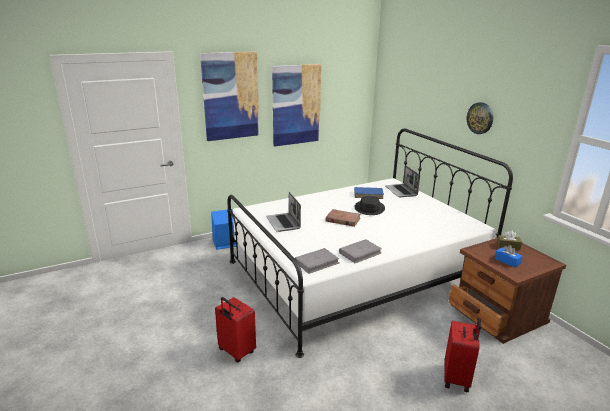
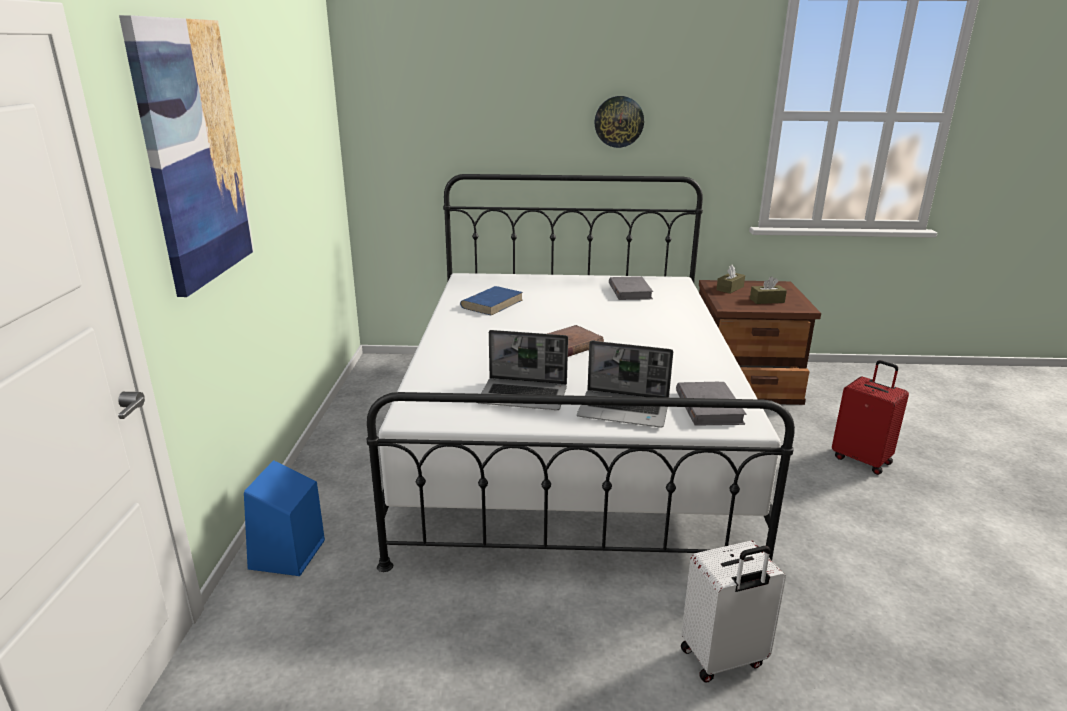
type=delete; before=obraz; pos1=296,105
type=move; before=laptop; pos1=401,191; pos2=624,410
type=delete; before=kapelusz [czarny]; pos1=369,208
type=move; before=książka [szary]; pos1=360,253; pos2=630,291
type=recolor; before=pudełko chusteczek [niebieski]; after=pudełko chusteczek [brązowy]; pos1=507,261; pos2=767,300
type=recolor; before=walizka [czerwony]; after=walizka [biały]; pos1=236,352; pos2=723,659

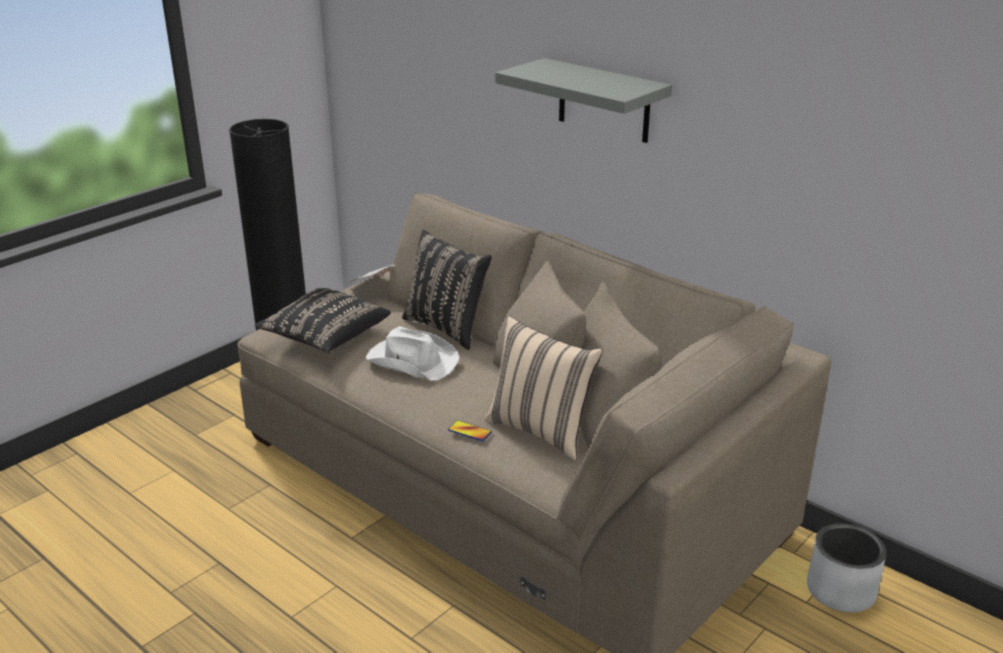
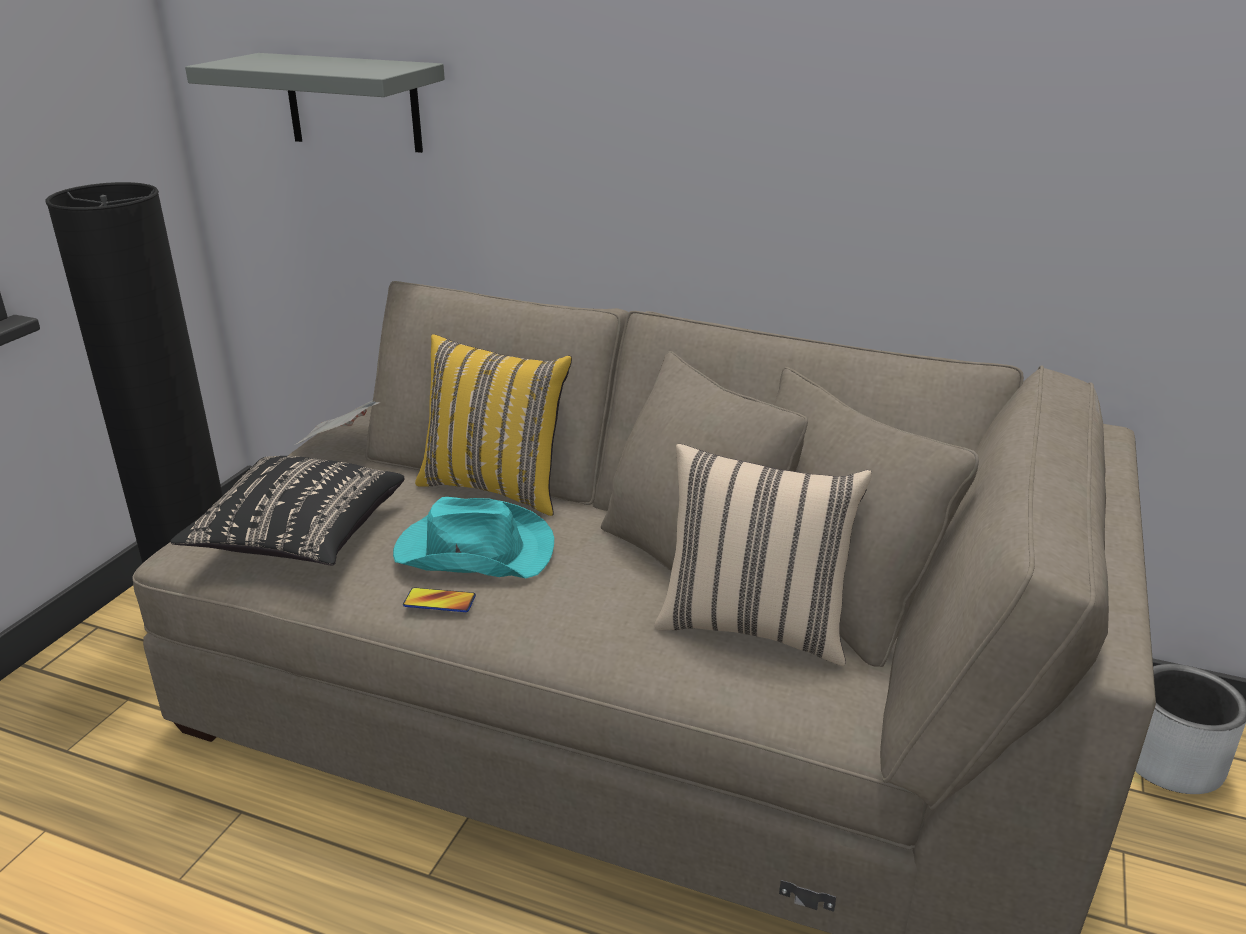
type=move; before=półka [szary]; pos1=604,101; pos2=353,102
type=recolor; before=poduszka [czarny]; after=poduszka [żółty]; pos1=447,327; pos2=496,487
type=recolor; before=kapelusz [biały]; after=kapelusz [turkusowy]; pos1=411,360; pos2=473,550
type=move; before=telefon; pos1=469,431; pos2=439,601

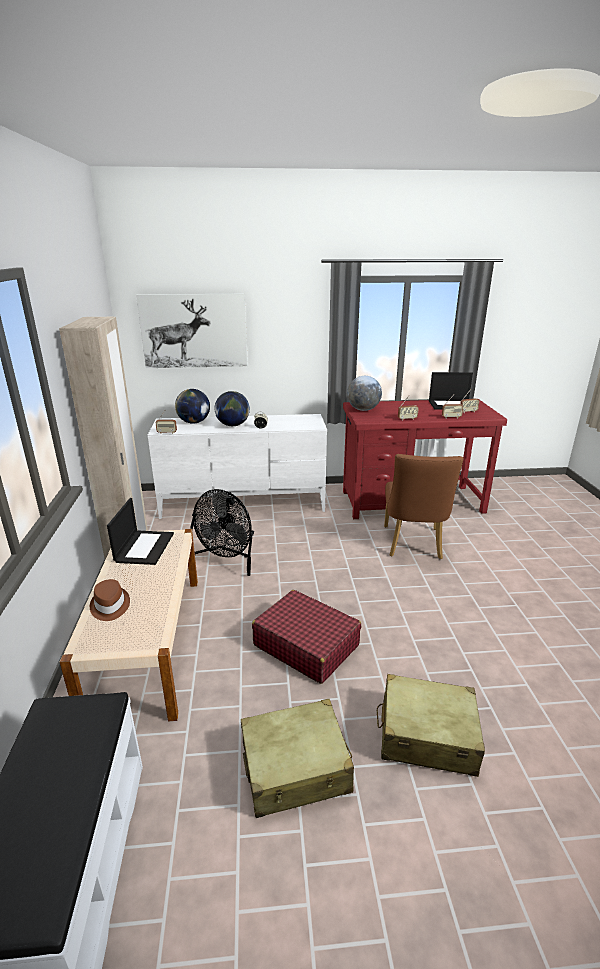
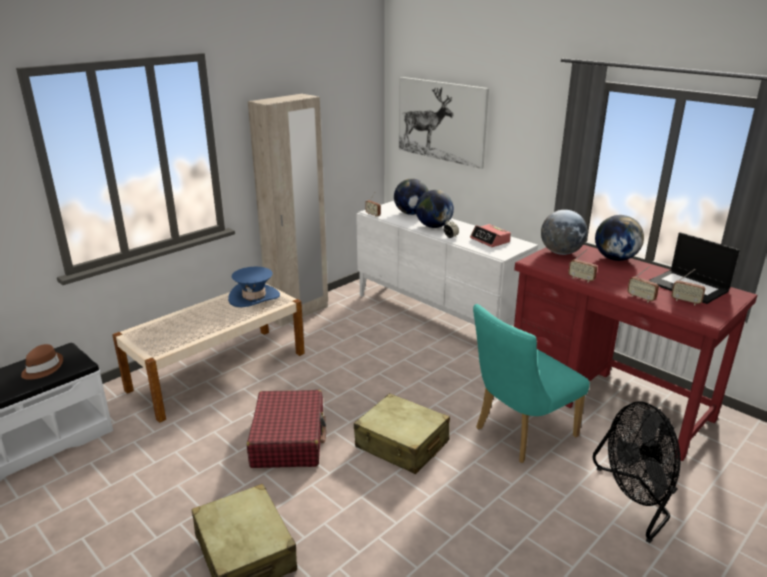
type=recolor; before=krzesło [brązowy]; after=krzesło [turkusowy]; pos1=413,545; pos2=519,434
type=move; before=wentylator [czarny]; pos1=226,557; pos2=638,497
type=replace; before=laptop; after=kapelusz [niebieski]; pos1=144,547; pos2=254,297
type=move; before=kapelusz [brązowy]; pos1=109,606; pos2=42,368
type=move; before=walizka [beżowy]; pos1=296,768; pos2=402,444
type=insert; after=globus; pos2=615,259
type=insert; after=budzik; pos2=490,240

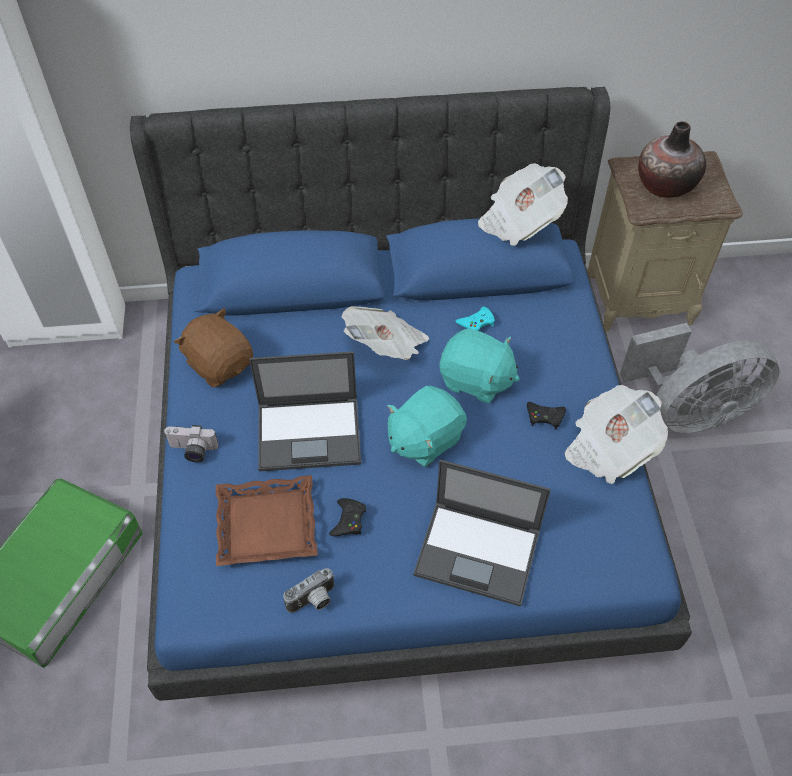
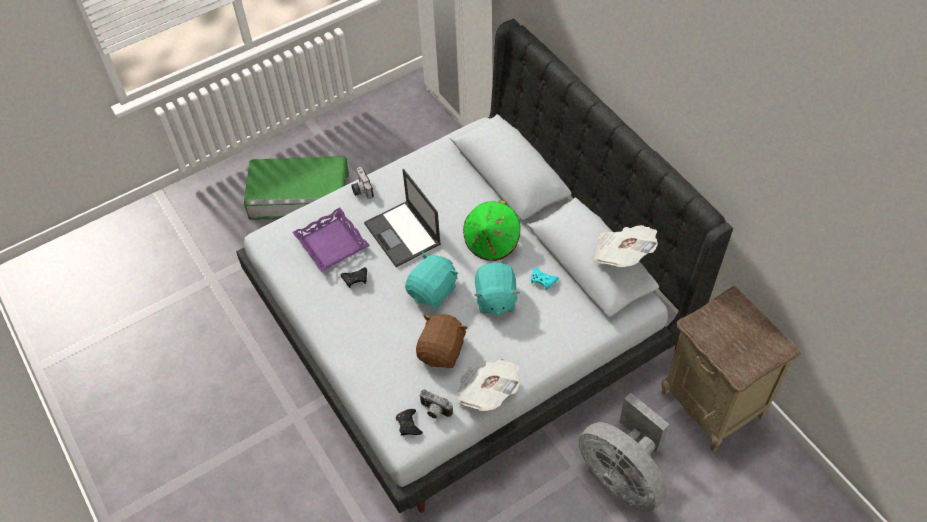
type=recolor; before=łóżko [niebieski]; after=łóżko [szary]; pos1=396,462; pos2=466,314
type=delete; before=wazon; pos1=665,185
type=replace; before=gazeta; after=kapelusz [zielony]; pos1=386,346; pos2=492,242
type=move; before=pluszak [brązowy]; pos1=220,364; pos2=442,351
type=rotate; before=pluszak [turkusowy]; pos1=424,439; pos2=433,291; turn=105
type=move; before=pad do gier [czarny]; pos1=545,417; pos2=408,425
type=delete; before=laptop; pos1=479,552
type=recolor; before=taca [brązowy]; after=taca [fioletowy]; pos1=266,526; pos2=331,243
type=move; before=aparat fotograficzny; pos1=314,601; pos2=434,411

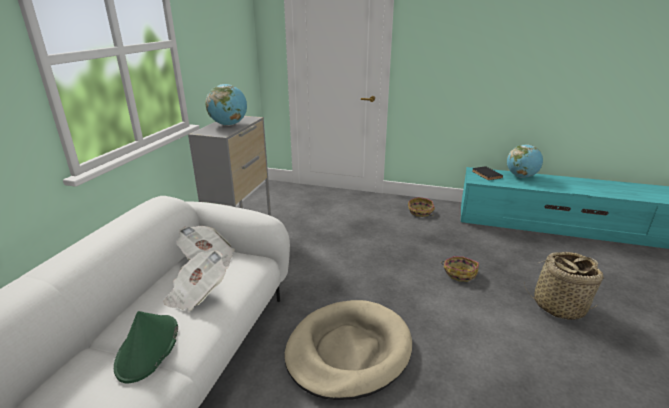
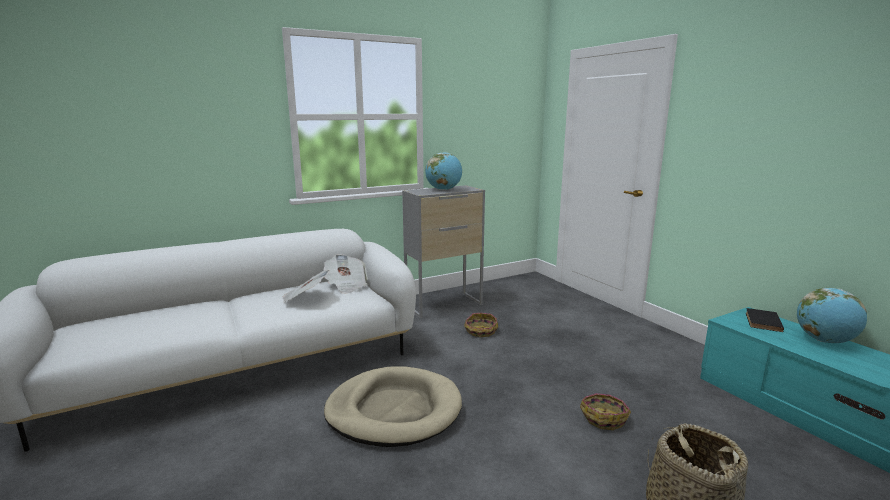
type=move; before=koszyk; pos1=420,212; pos2=480,331
type=delete; before=kapelusz [zielony]; pos1=148,348

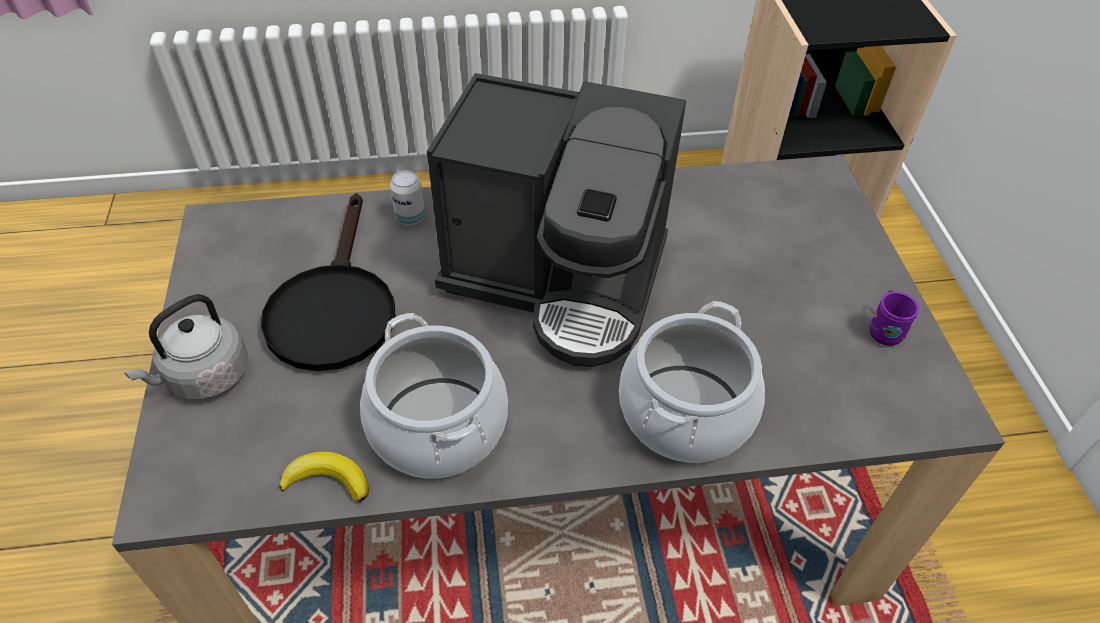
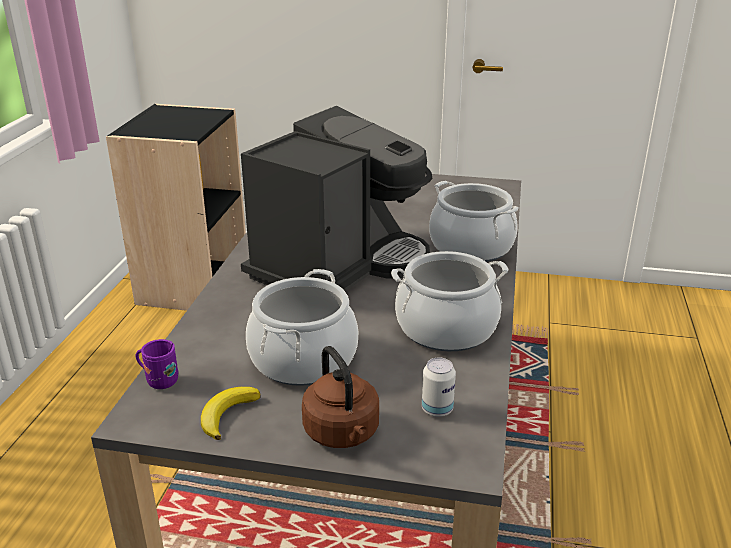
type=move; before=puszka; pos1=410,218; pos2=437,409
type=replace; before=patelnia [czarny]; after=garnek; pos1=334,307; pos2=304,359
type=move; before=kubek [fioletowy]; pos1=884,330; pos2=159,381
type=recolor; before=czajnik [szary]; after=czajnik [brązowy]; pos1=204,377; pos2=343,434
type=move; before=banan; pos1=328,480; pos2=227,414

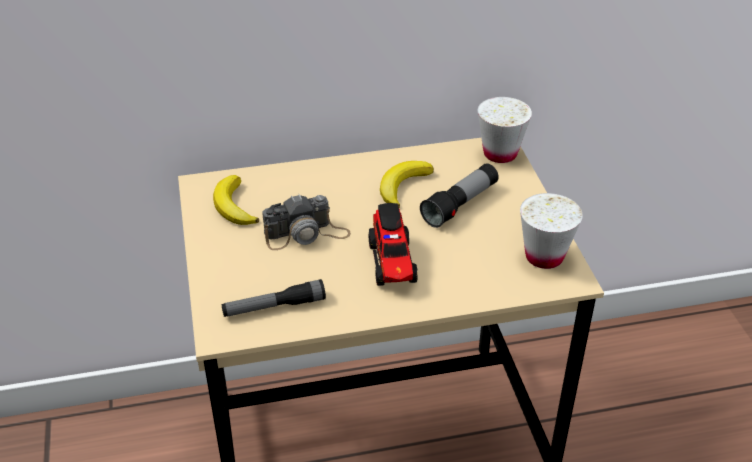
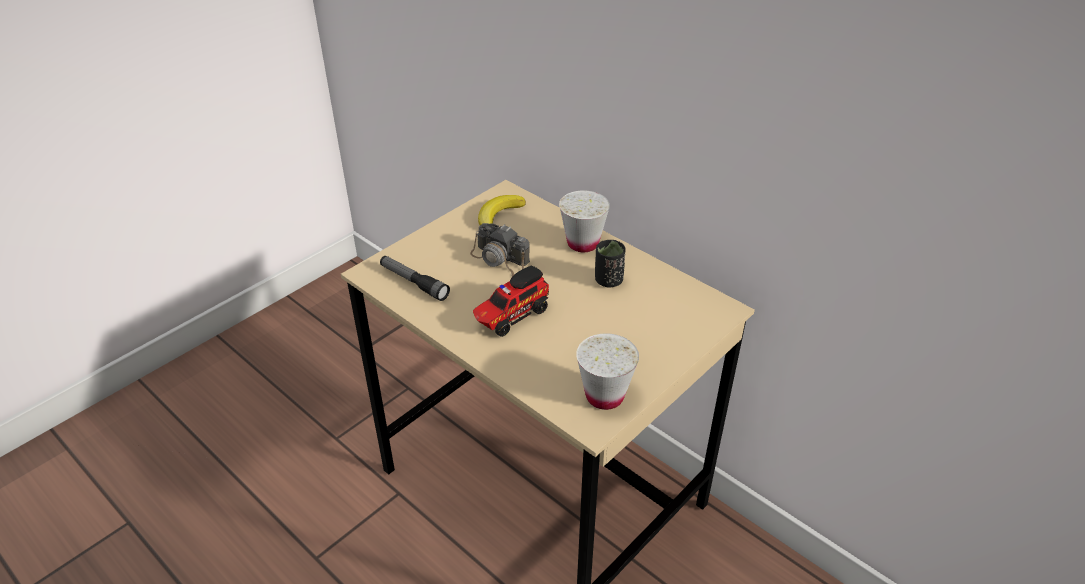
type=move; before=filiżanka [biały]; pos1=500,154; pos2=583,243
type=replace; before=banan; after=filiżanka [czarny]; pos1=403,186; pos2=608,280
type=delete; before=latarka; pos1=460,205

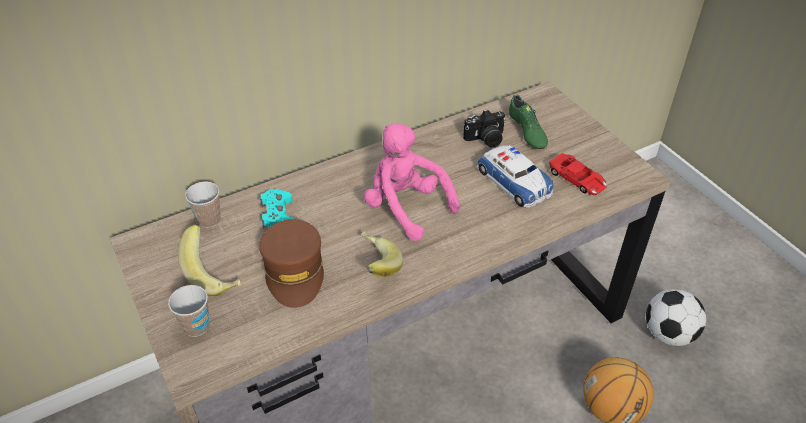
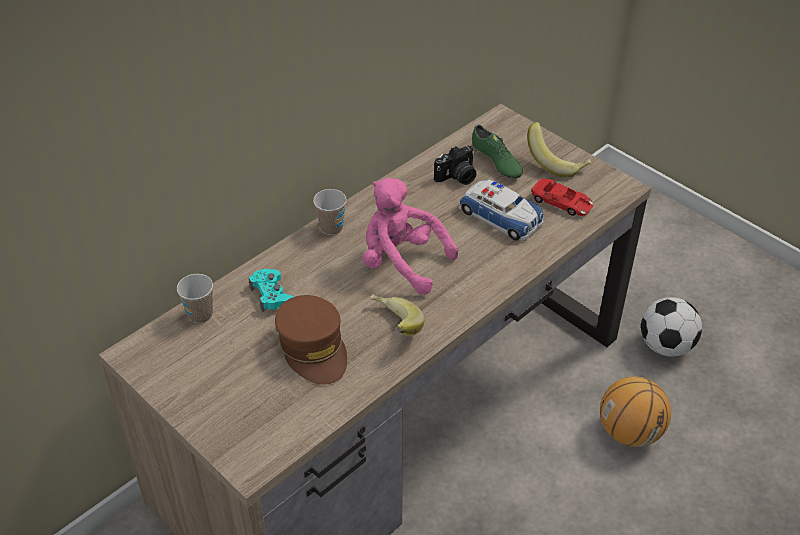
type=move; before=banan; pos1=214,274; pos2=557,163
type=move; before=filiżanka; pos1=196,326; pos2=331,228

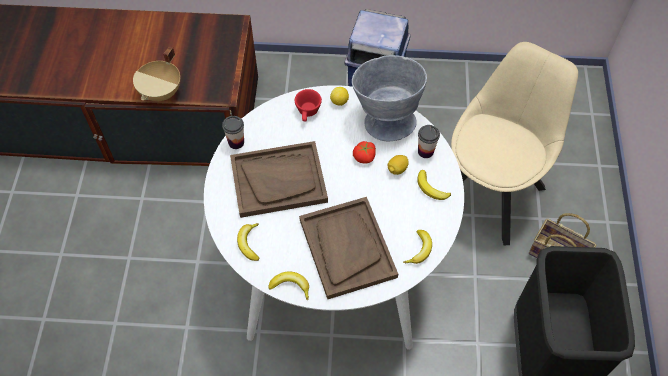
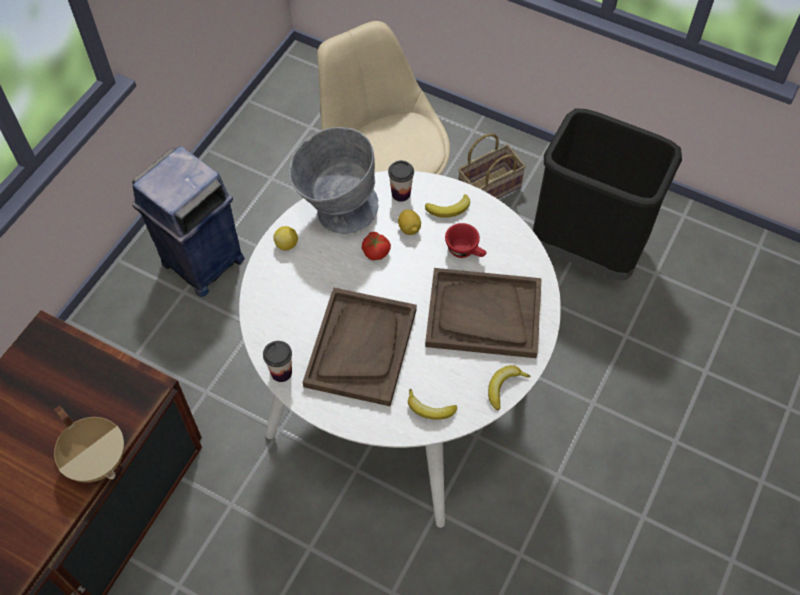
type=move; before=filiżanka [czerwony]; pos1=308,113; pos2=465,251
type=delete; before=banan; pos1=419,250

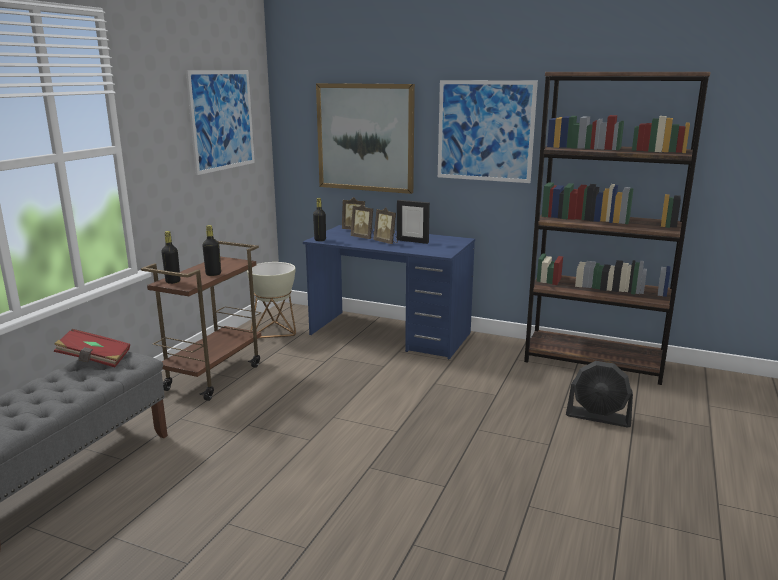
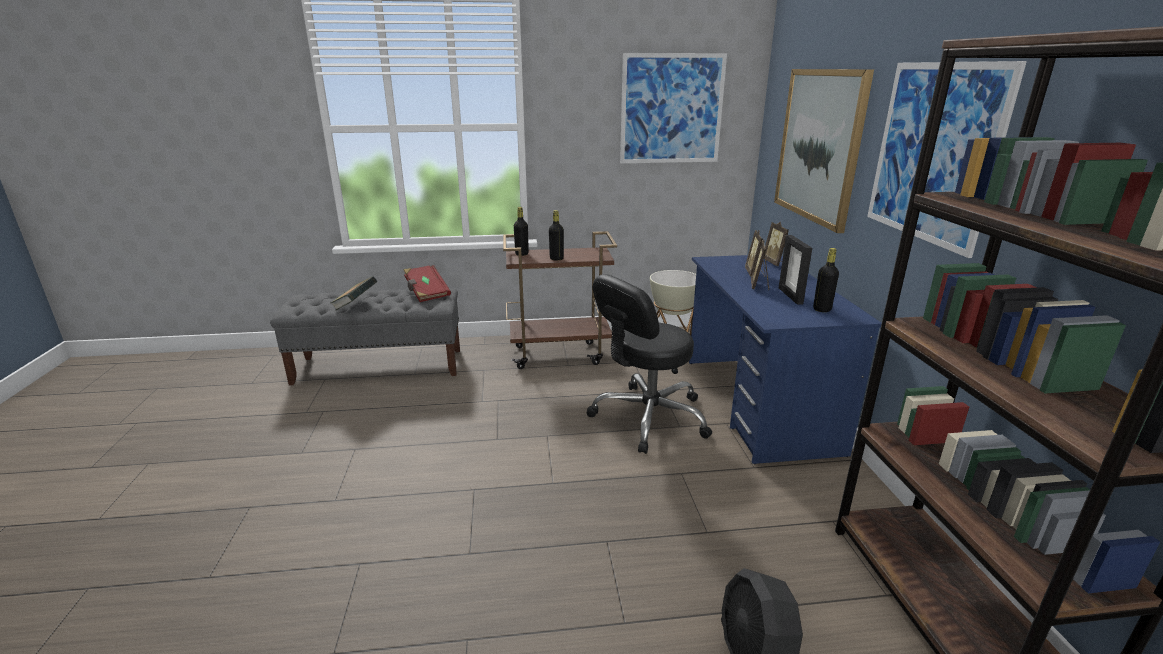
type=move; before=butelka [czarny]; pos1=320,240; pos2=822,309
type=insert; after=krzesło biurowe [czarny]; pos2=646,419
type=insert; after=książka; pos2=356,305

